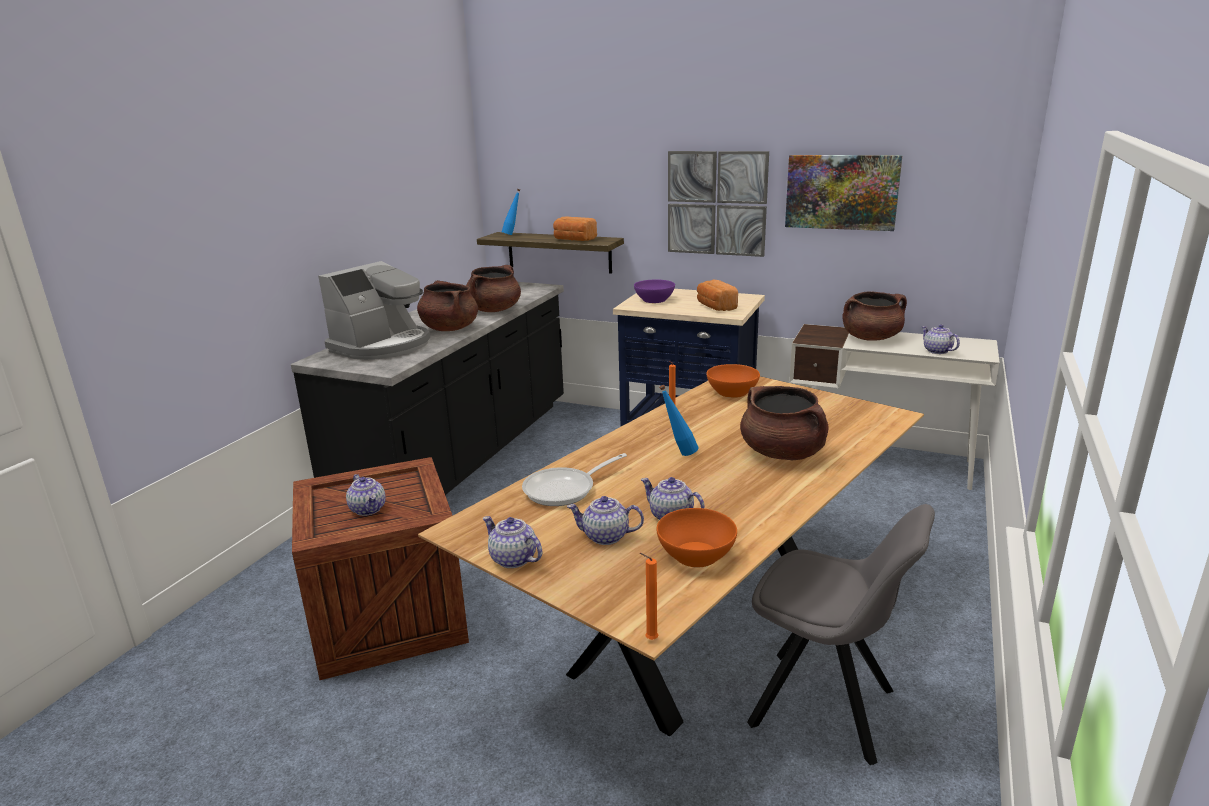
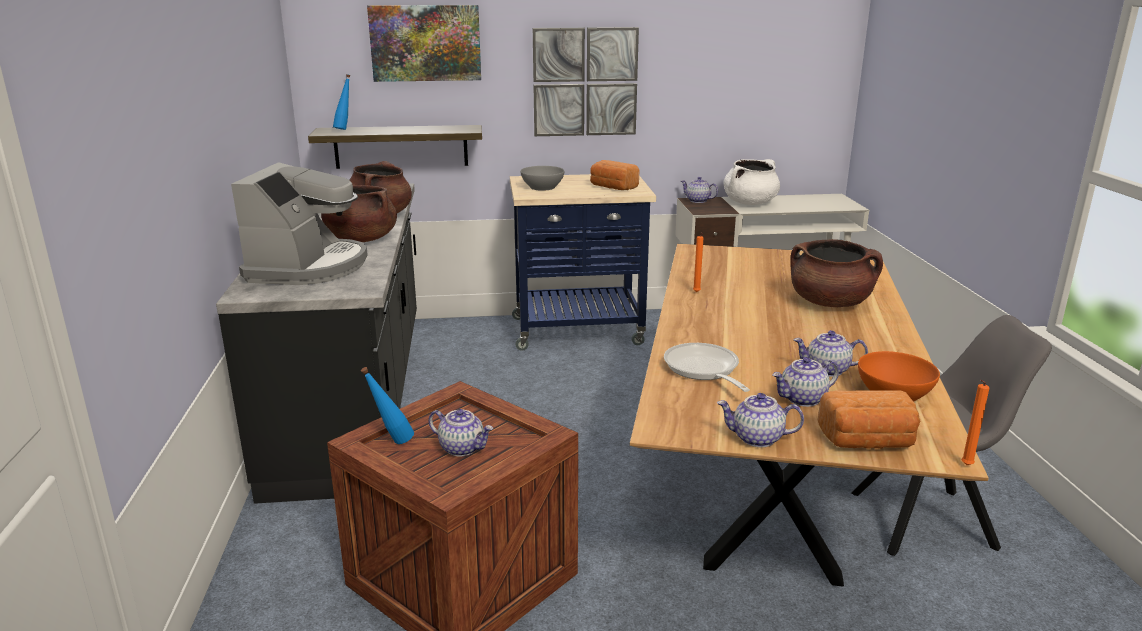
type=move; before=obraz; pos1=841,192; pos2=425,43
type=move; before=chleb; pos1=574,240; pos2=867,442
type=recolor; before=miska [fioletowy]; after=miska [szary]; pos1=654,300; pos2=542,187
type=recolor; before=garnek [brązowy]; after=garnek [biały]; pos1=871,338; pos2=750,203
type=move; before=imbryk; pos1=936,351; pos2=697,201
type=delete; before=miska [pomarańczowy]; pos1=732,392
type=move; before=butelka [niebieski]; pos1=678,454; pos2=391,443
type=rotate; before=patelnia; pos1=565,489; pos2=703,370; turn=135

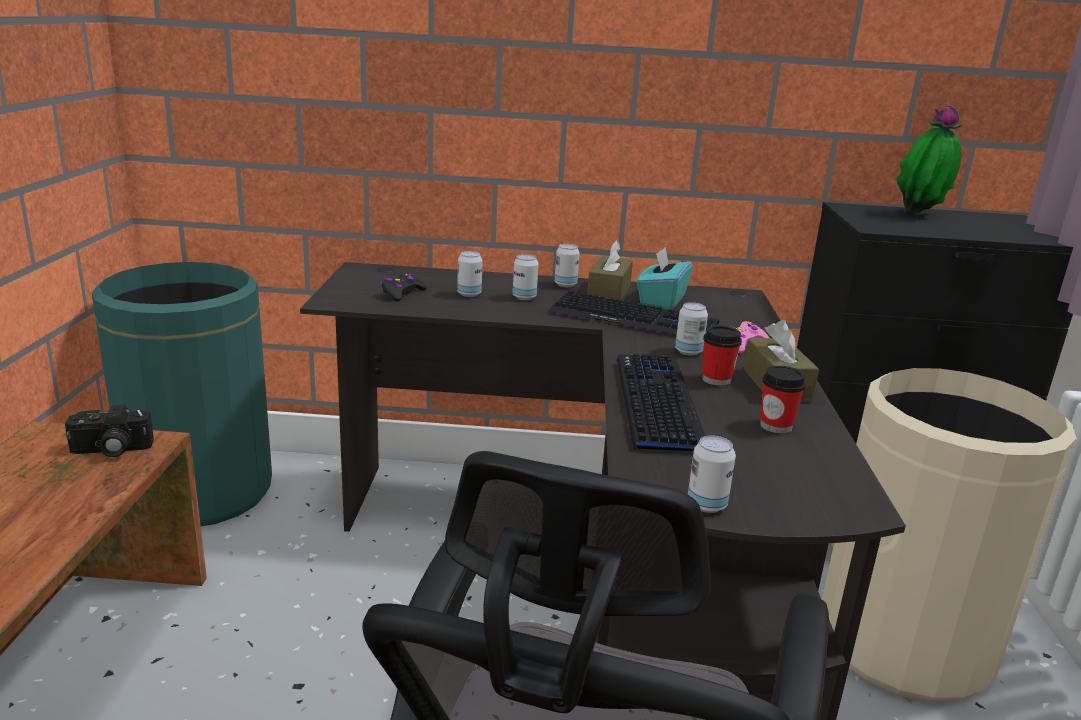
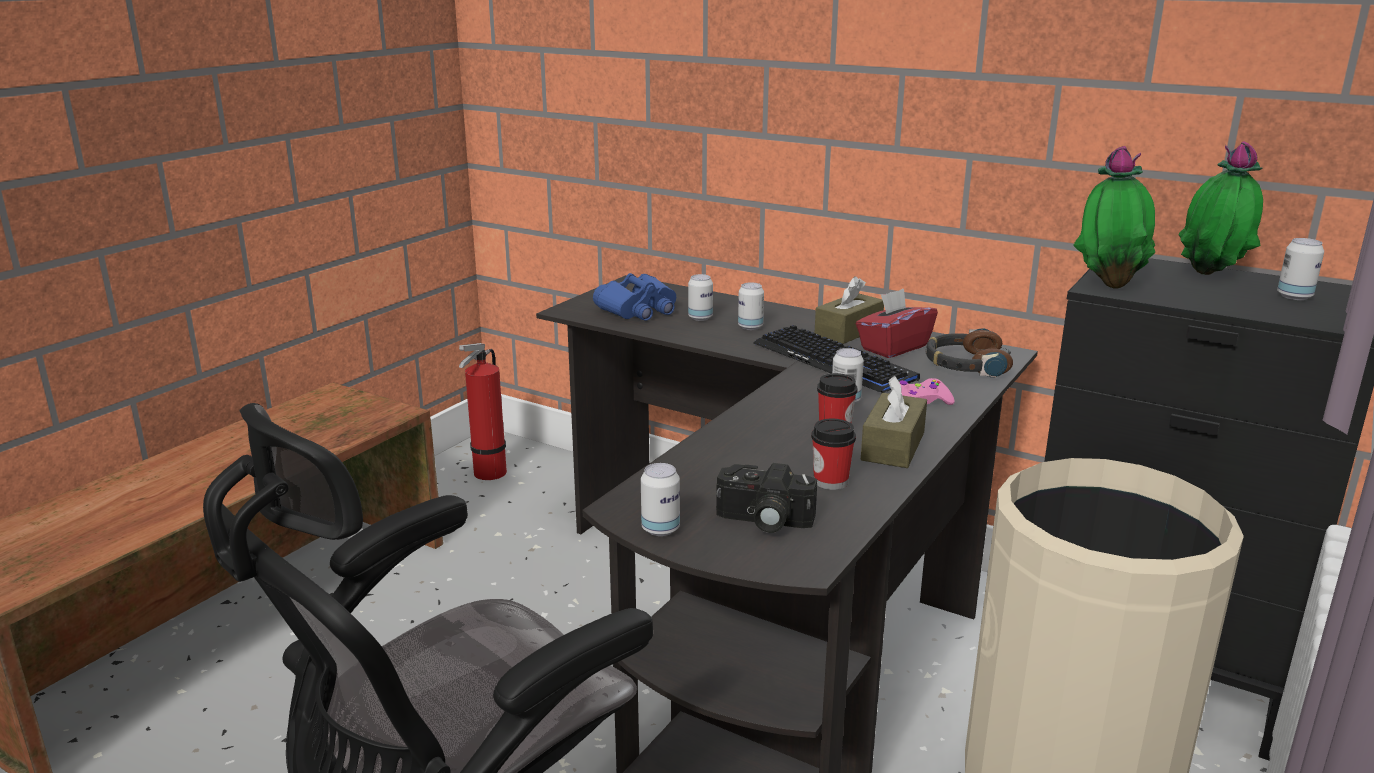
type=move; before=puszka; pos1=565,284; pos2=1294,296
type=recolor; before=pudełko chusteczek [turkusowy]; after=pudełko chusteczek [czerwony]; pos1=661,301; pos2=893,347
type=replace; before=kosz na śmieci [zielony]; after=gaśnica; pos1=200,492; pos2=487,474
type=replace; before=pad do gier [czarny]; after=lornetka [niebieski]; pos1=402,293; pos2=639,310
type=delete; before=klawiatura; pos1=656,403
type=move; before=aparat fotograficzny; pos1=110,450; pos2=763,521
type=insert; after=roślina doniczkowa; pos2=1109,285
type=insert; after=słuchawki; pos2=965,364

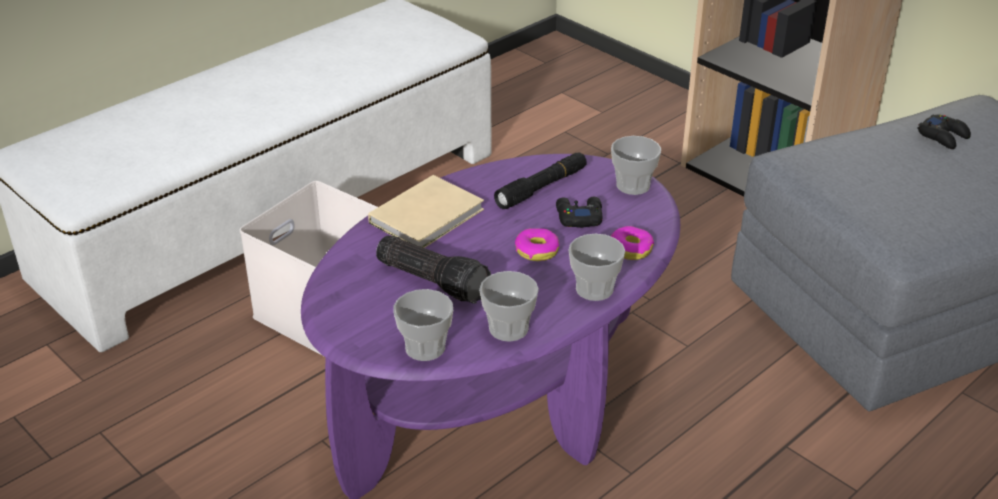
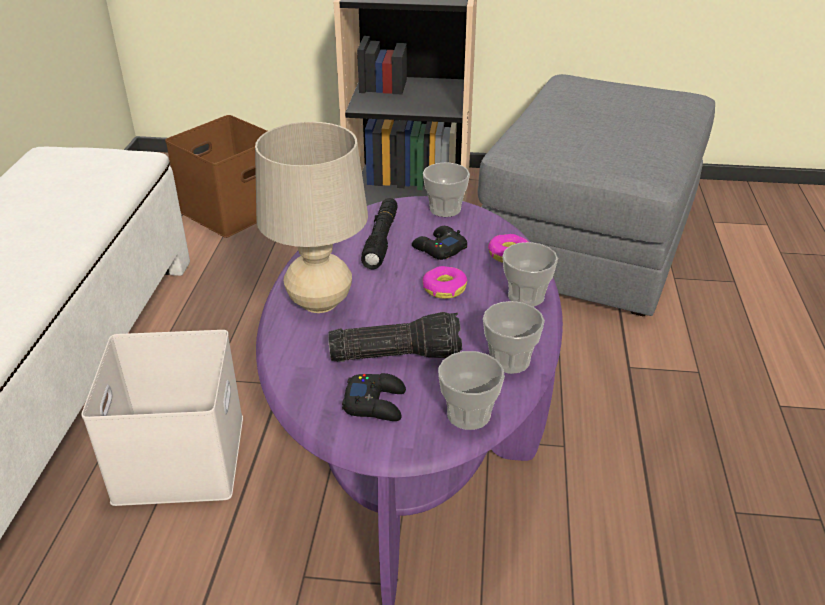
type=move; before=pad do gier [czarny]; pos1=943,136; pos2=375,403
type=replace; before=książka [beżowy]; after=lampa stołowa [beżowy]; pos1=429,215; pos2=319,302
type=insert; after=pojemnik do przechowywania [brązowy]; pos2=233,208

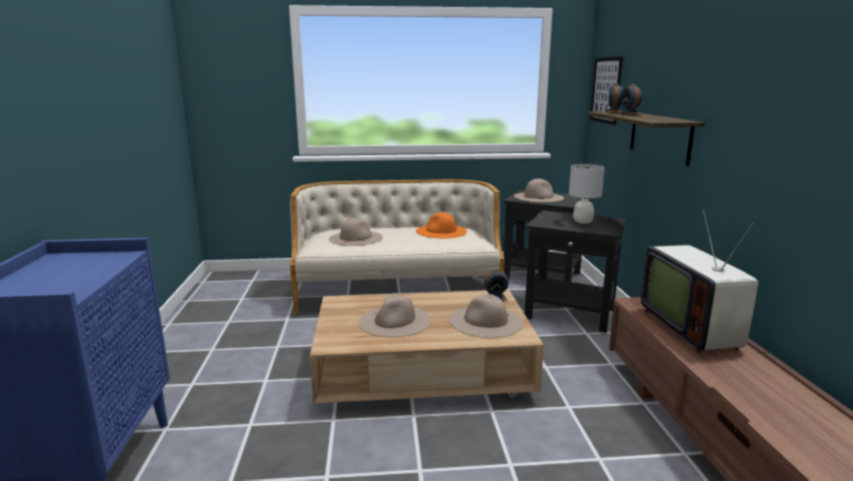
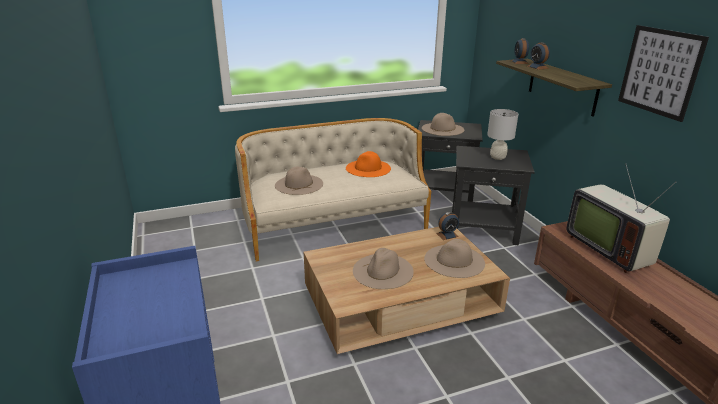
type=move; before=obraz; pos1=606,90; pos2=659,72

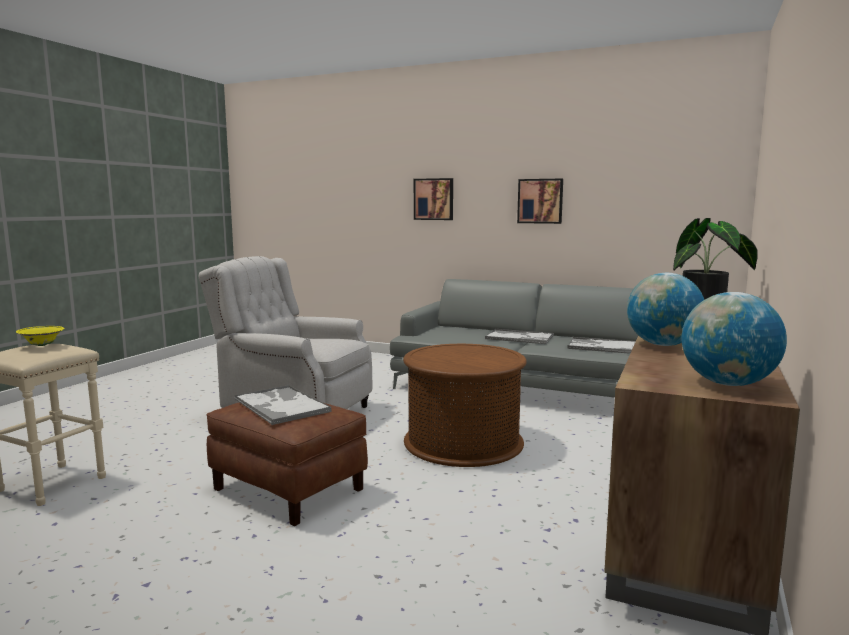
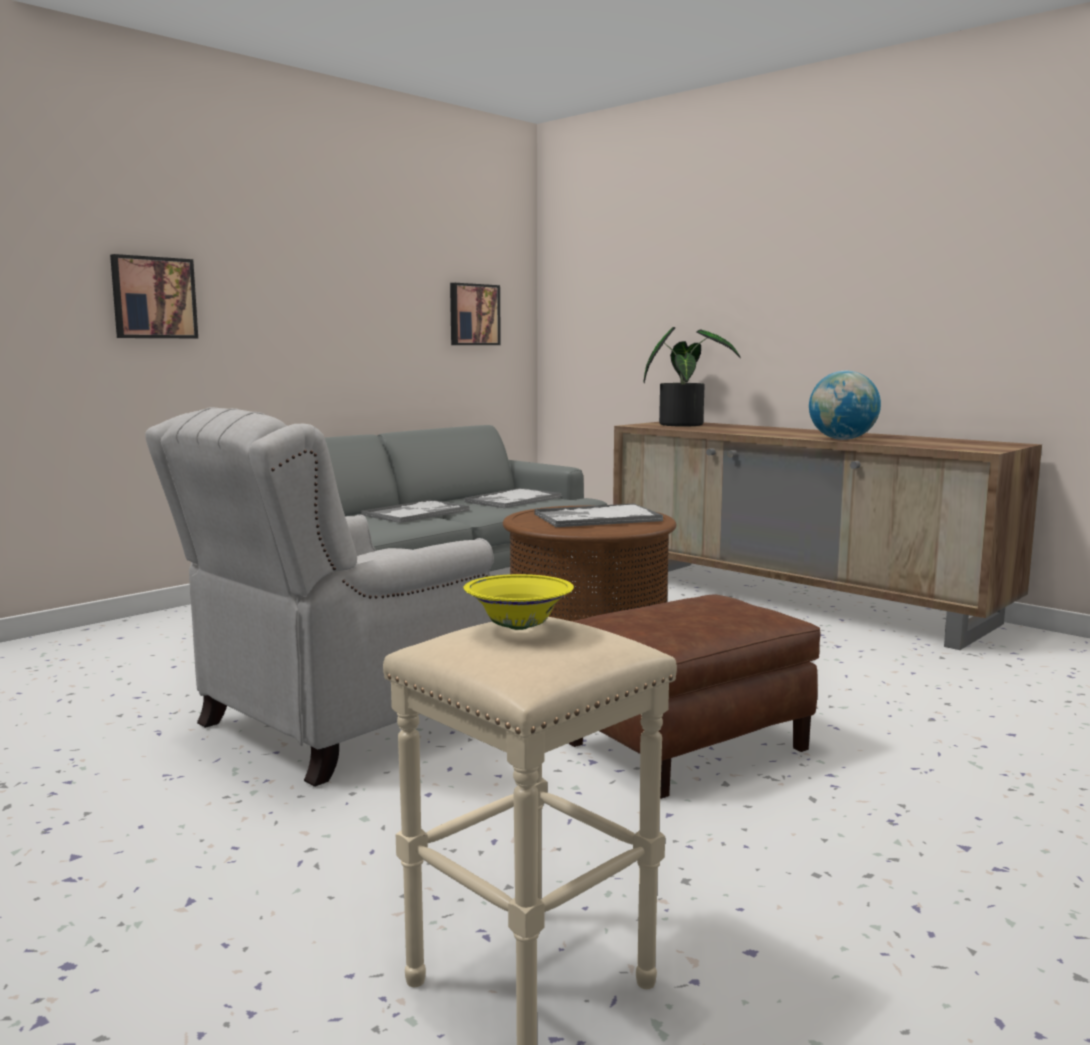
type=move; before=obraz; pos1=540,201; pos2=473,315
type=delete; before=globus; pos1=727,384
type=move; before=taca; pos1=281,405; pos2=596,518

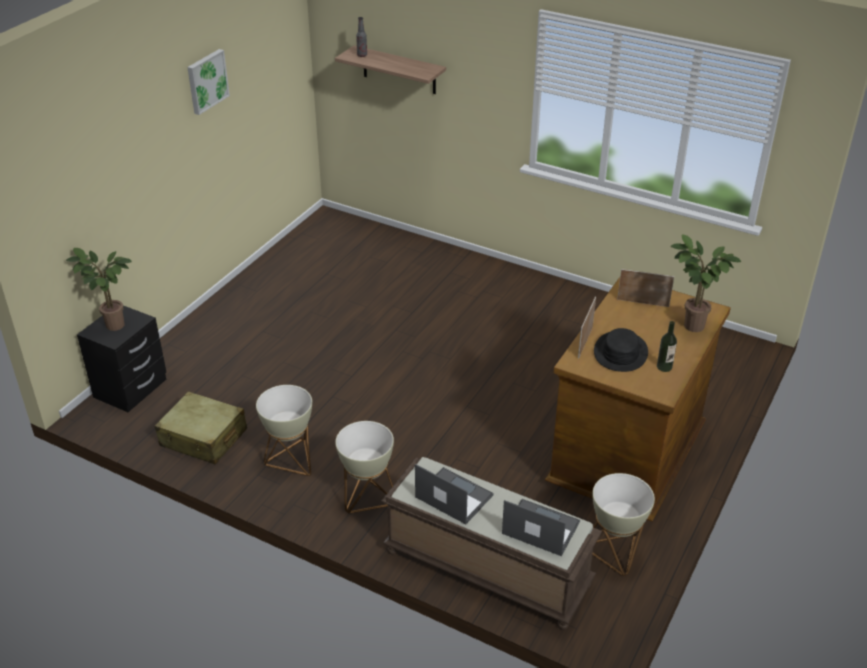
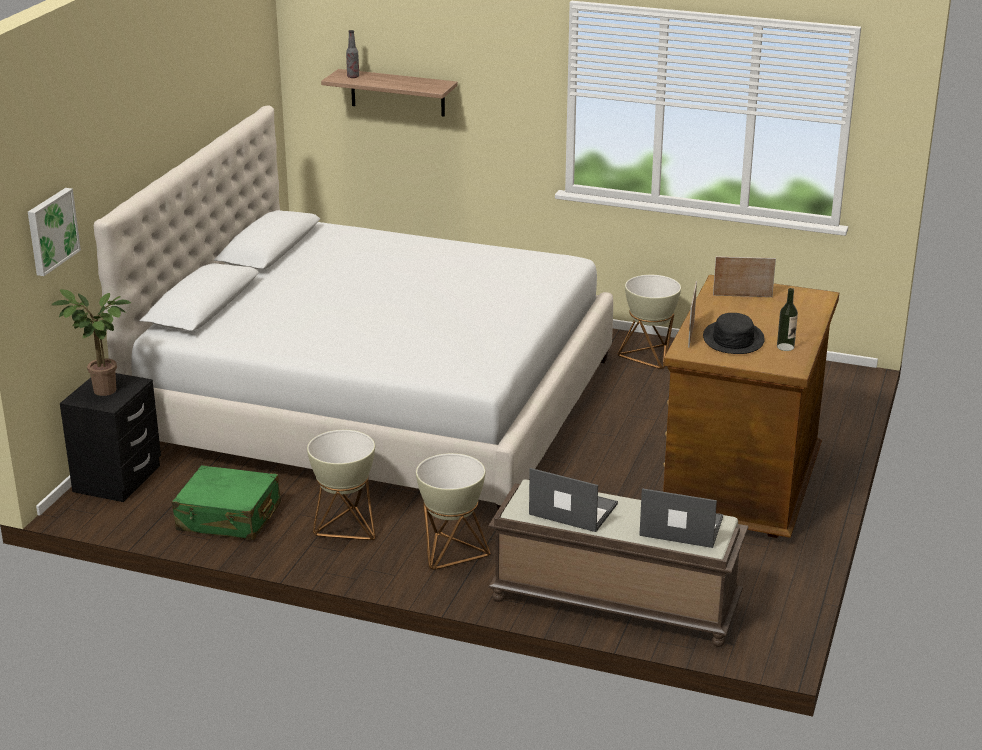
type=move; before=obraz; pos1=206,81; pos2=51,231
type=delete; before=roślina doniczkowa; pos1=691,327
type=recolor; before=walizka [beżowy]; after=walizka [zielony]; pos1=203,438; pos2=229,517
type=move; before=donica; pos1=613,553; pos2=648,357
type=insert; after=łóżko [biały]; pos2=376,402

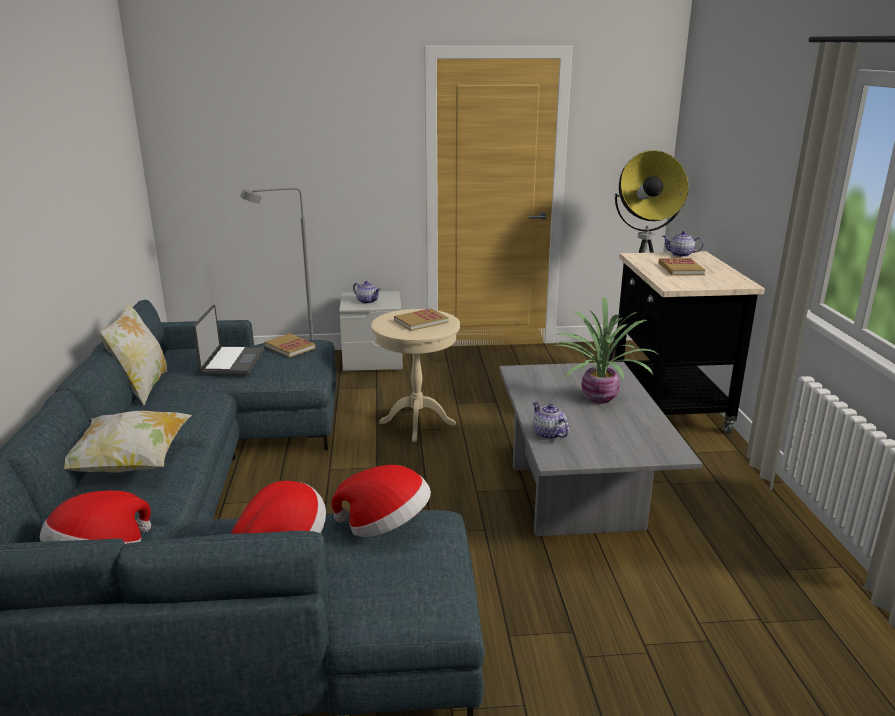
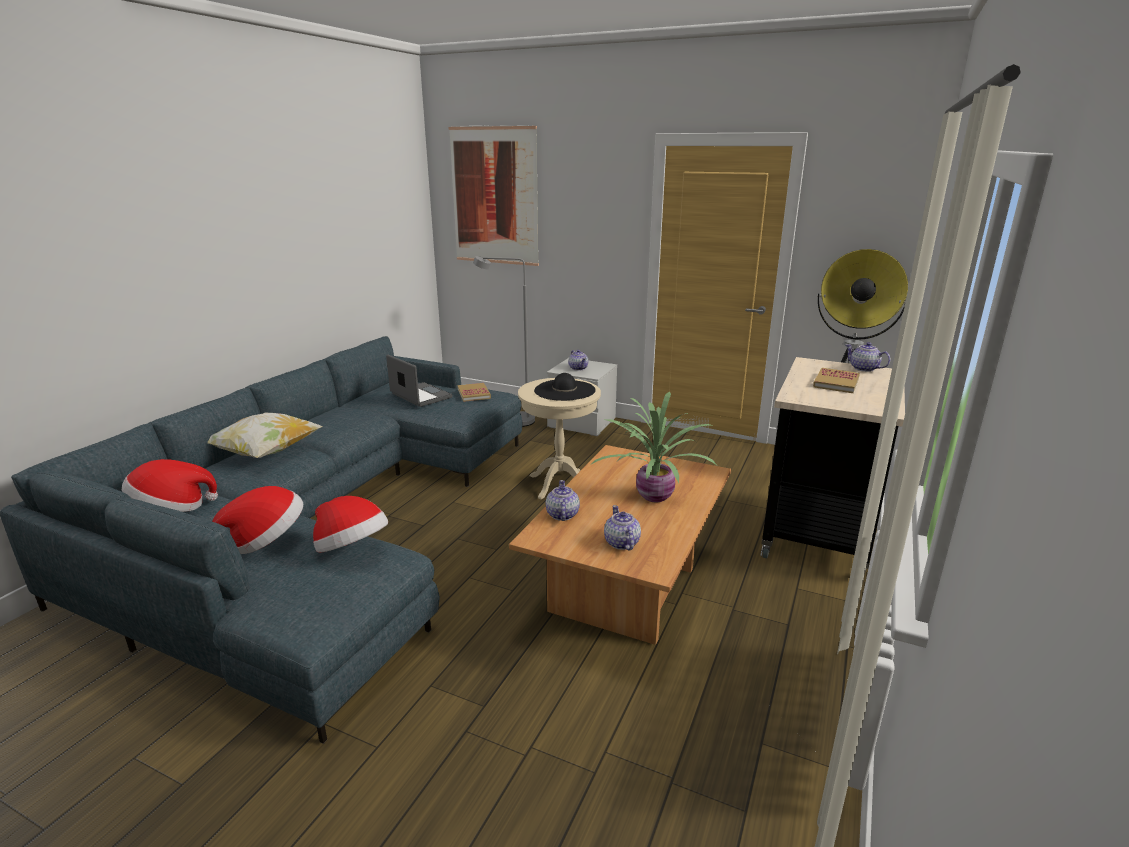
type=delete; before=poduszka; pos1=142,388
type=rotate; before=laptop; pos1=231,362; pos2=420,396; turn=-75
type=replace; before=książka; after=kapelusz [czarny]; pos1=421,321; pos2=564,390
type=recolor; before=ława [szary]; after=ława [brązowy]; pos1=580,497; pos2=627,591
type=insert; after=obraz; pos2=494,196
type=insert; after=imbryk; pos2=621,543

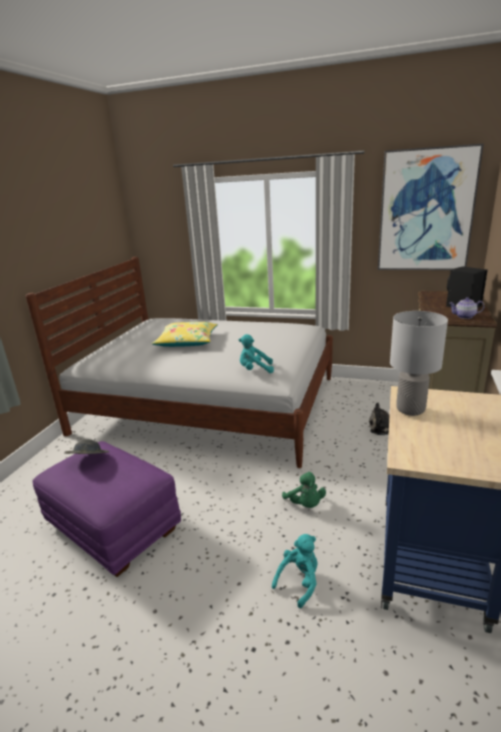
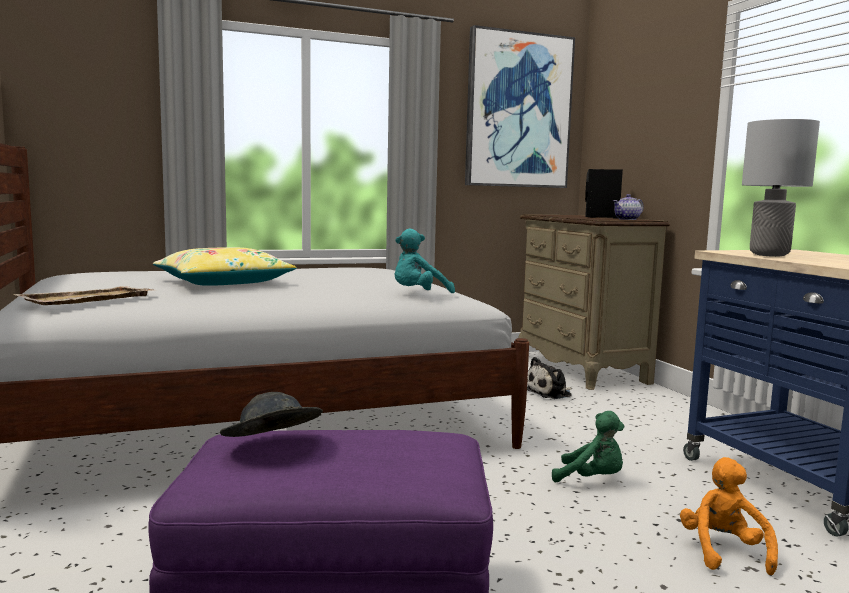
type=recolor; before=pluszak [turkusowy]; after=pluszak [pomarańczowy]; pos1=299,581; pos2=723,551
type=insert; after=taca [beżowy]; pos2=86,299

